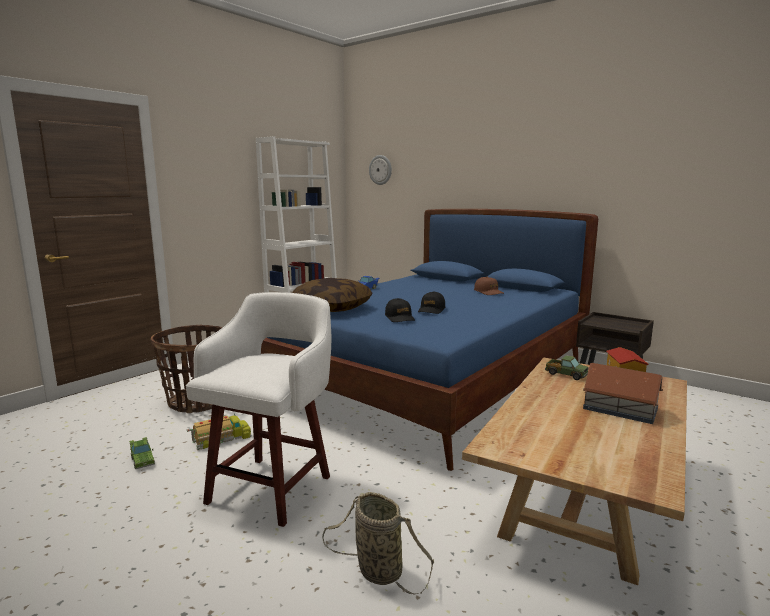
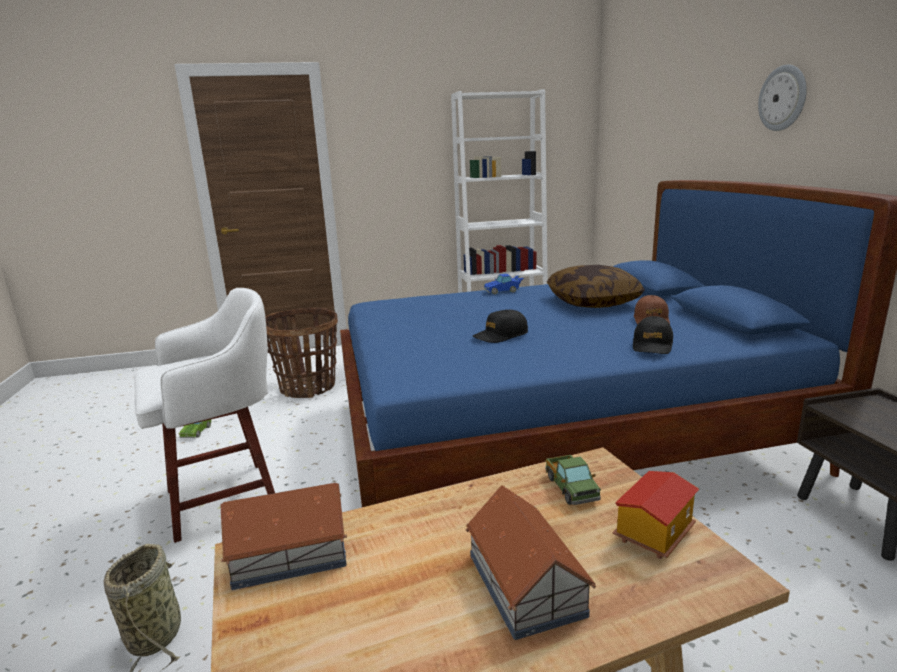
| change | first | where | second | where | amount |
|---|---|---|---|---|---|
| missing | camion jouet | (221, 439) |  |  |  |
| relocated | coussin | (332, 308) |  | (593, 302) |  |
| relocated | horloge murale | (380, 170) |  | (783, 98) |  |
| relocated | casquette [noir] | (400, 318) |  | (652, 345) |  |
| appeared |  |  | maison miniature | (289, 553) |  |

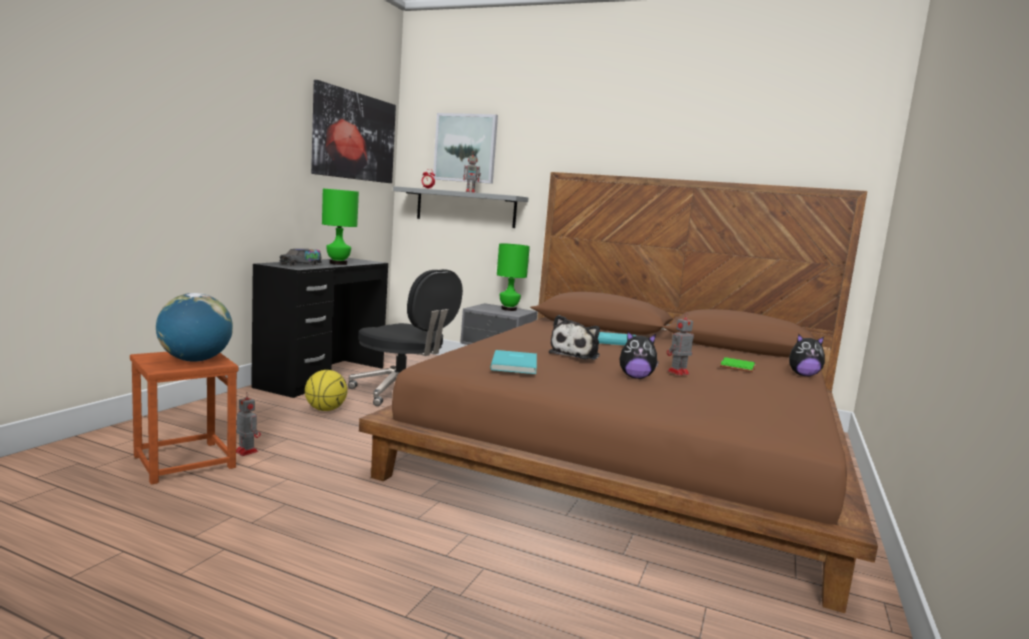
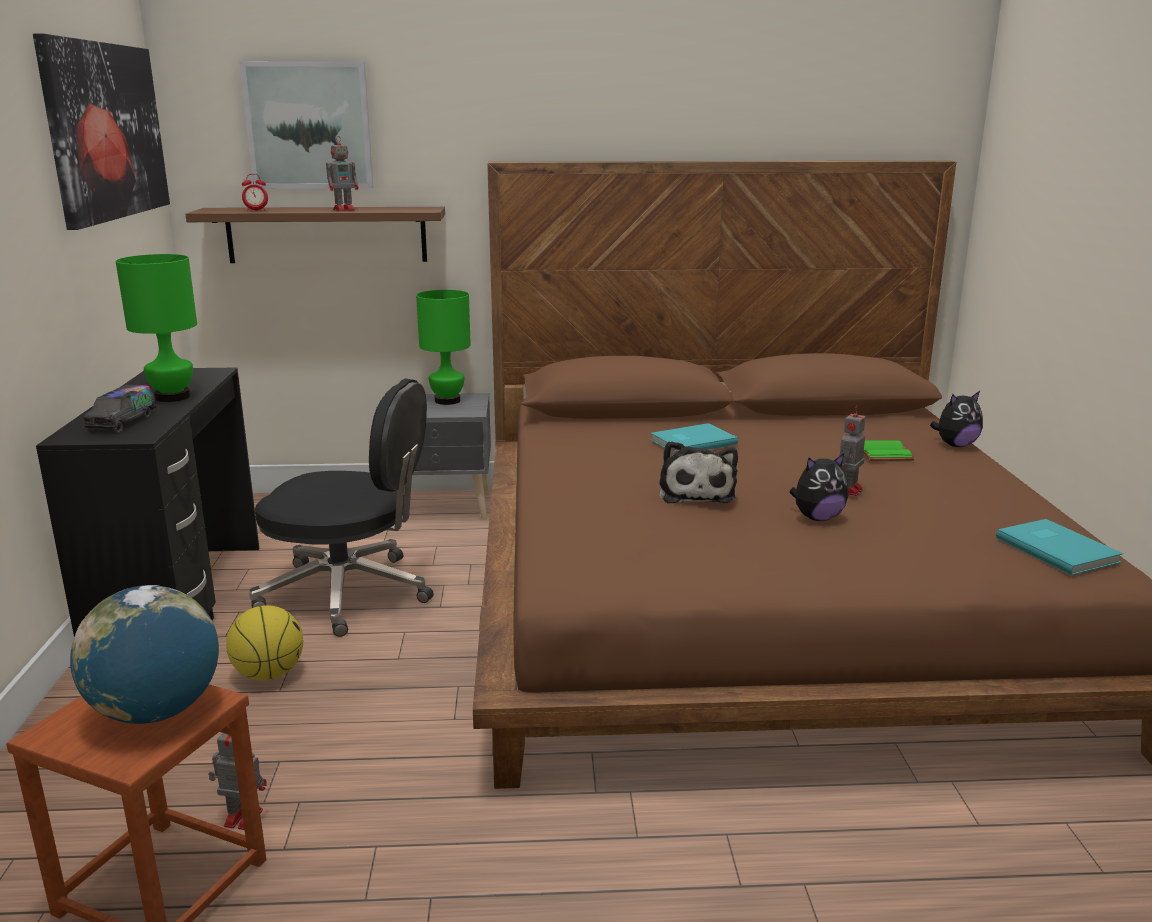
| change | first | where | second | where | amount |
|---|---|---|---|---|---|
| colour | étagère [gris] | (465, 208) | étagère [marron] | (327, 234) |  |
| relocated | livre [turquoise] | (516, 364) |  | (1057, 549) |  |

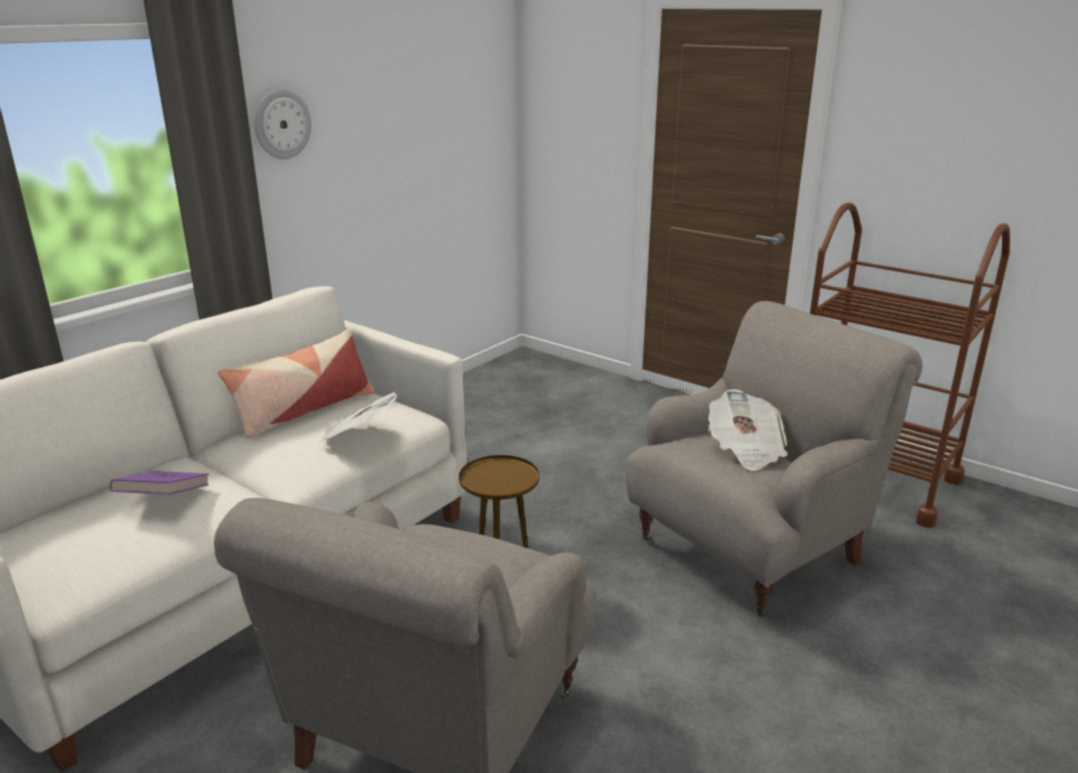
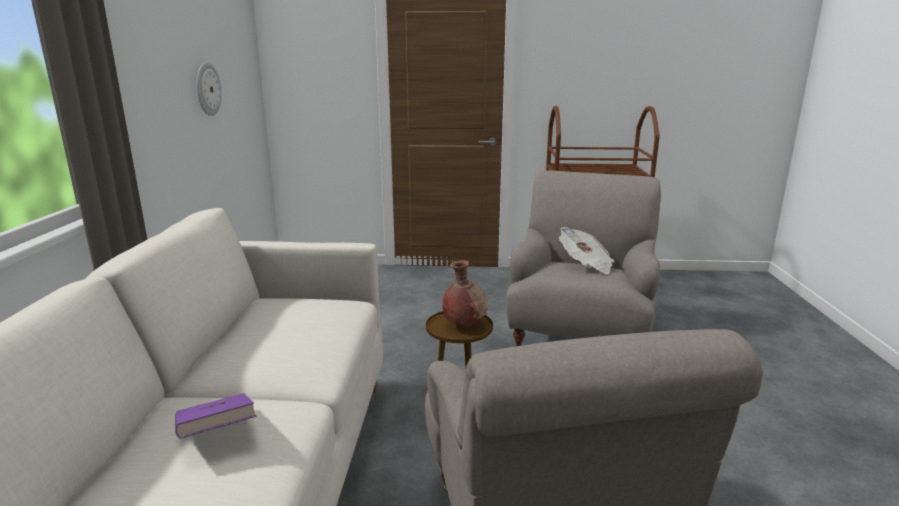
| change | first | where | second | where | amount |
|---|---|---|---|---|---|
| missing | coussin | (304, 411) |  |  |  |
| relocated | horloge murale | (282, 124) |  | (207, 89) |  |
| missing | journal | (359, 436) |  |  |  |
| appeared |  |  | vase [marron] | (464, 325) |  |

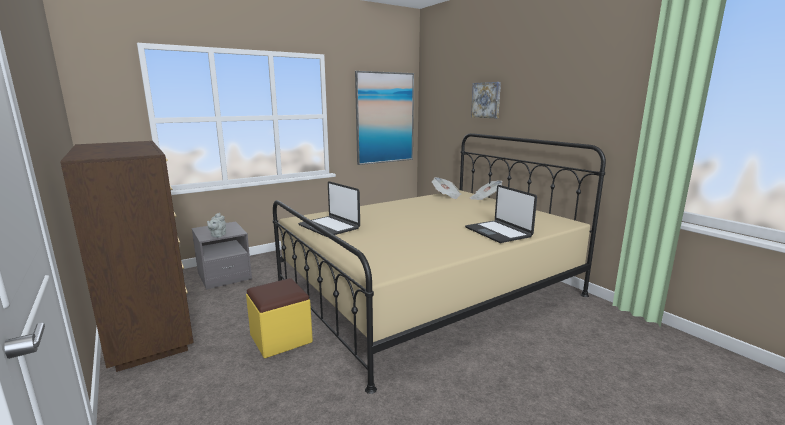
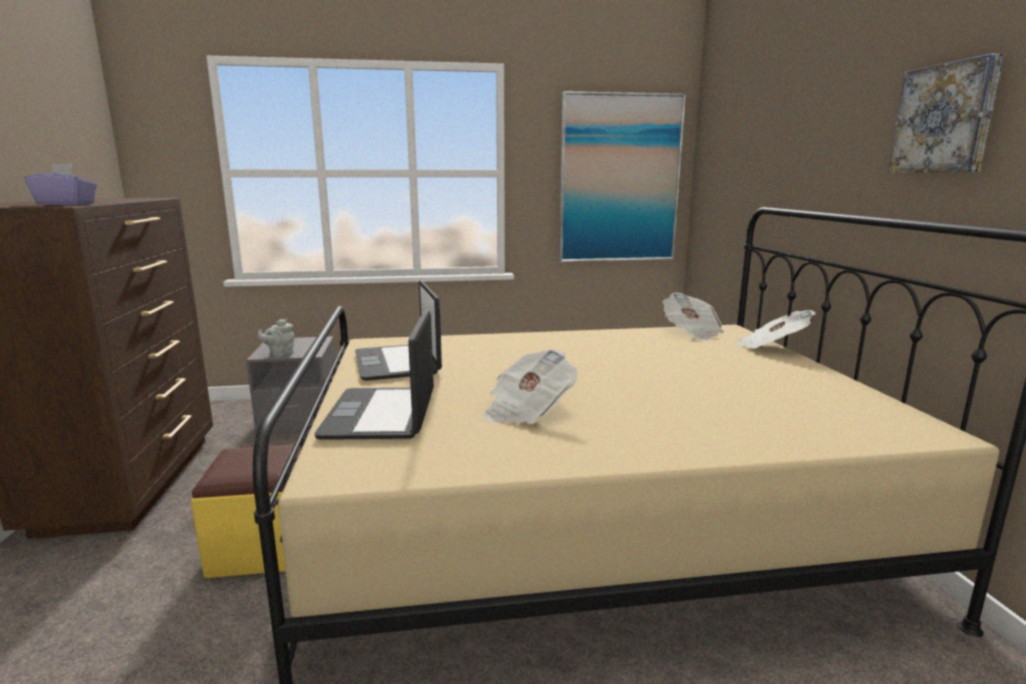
| change | first | where | second | where | amount |
|---|---|---|---|---|---|
| relocated | ordinateur portable | (498, 232) |  | (382, 415) |  |
| relocated | tableau | (486, 100) |  | (945, 119) |  |
| appeared |  |  | boîte à mouchoirs [violet] | (66, 204) |  |
| appeared |  |  | journal | (527, 410) |  |

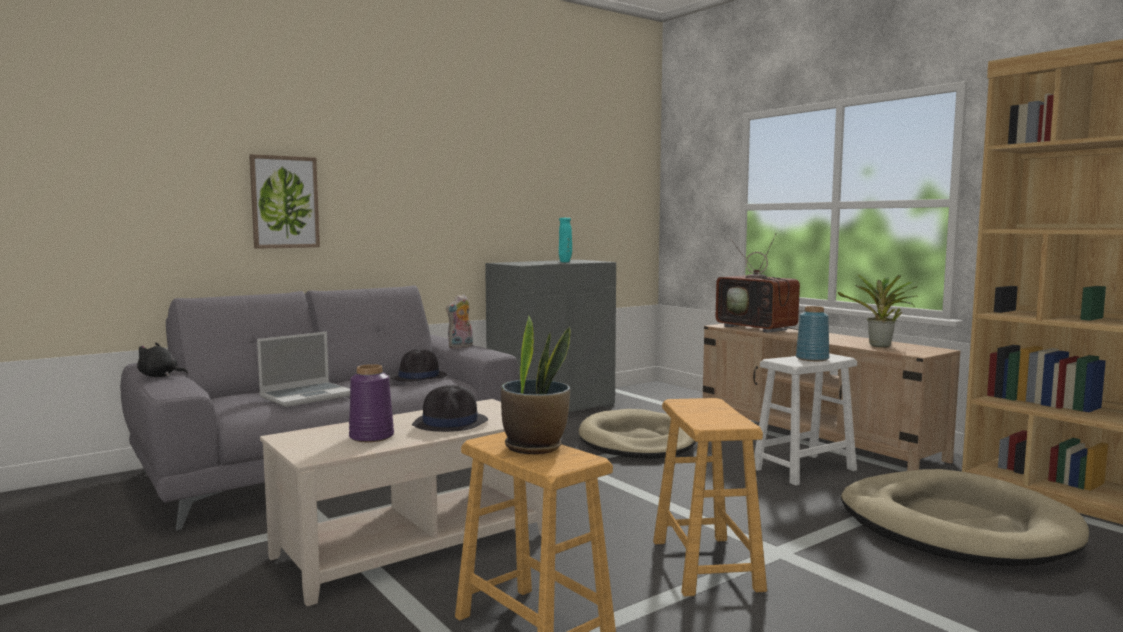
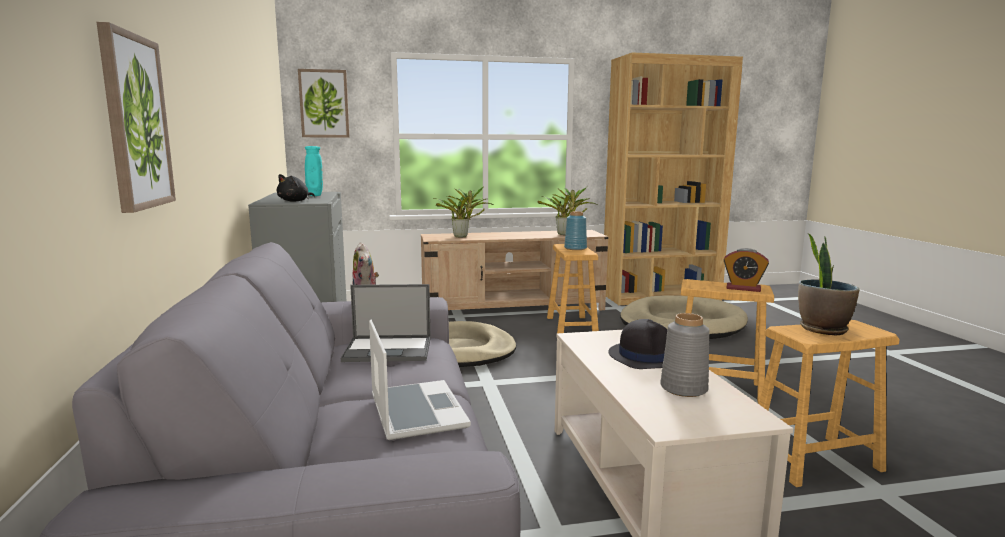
| change | first | where | second | where | amount |
|---|---|---|---|---|---|
| relocated | peluche [noir] | (160, 376) |  | (295, 201) |  |
| colour | vase [violet] | (372, 437) | vase [gris] | (683, 388) |  |
| exchanged | chapeau [noir] | (419, 377) | ordinateur portable | (389, 349) |  |
| exchanged | téléviseur | (759, 328) | plante en pot | (462, 236) |  |
| colour | tabouret [blanc] | (803, 469) | tabouret [marron] | (571, 326) |  |
| appeared |  |  | tableau | (324, 104) |  |
| appeared |  |  | réveil | (743, 288) |  |

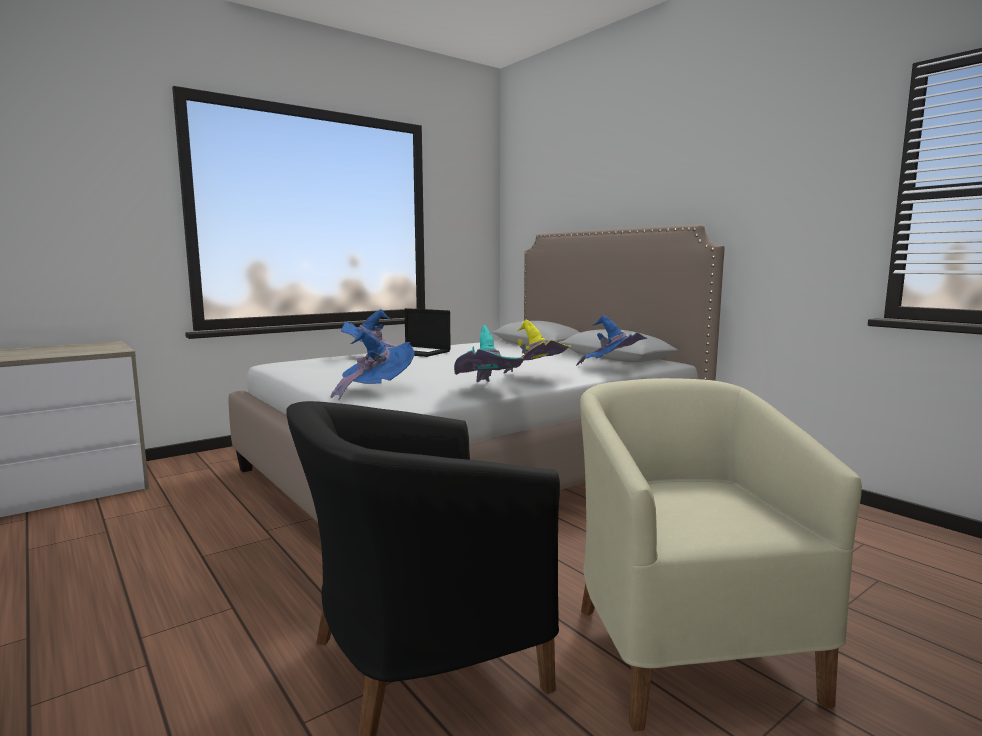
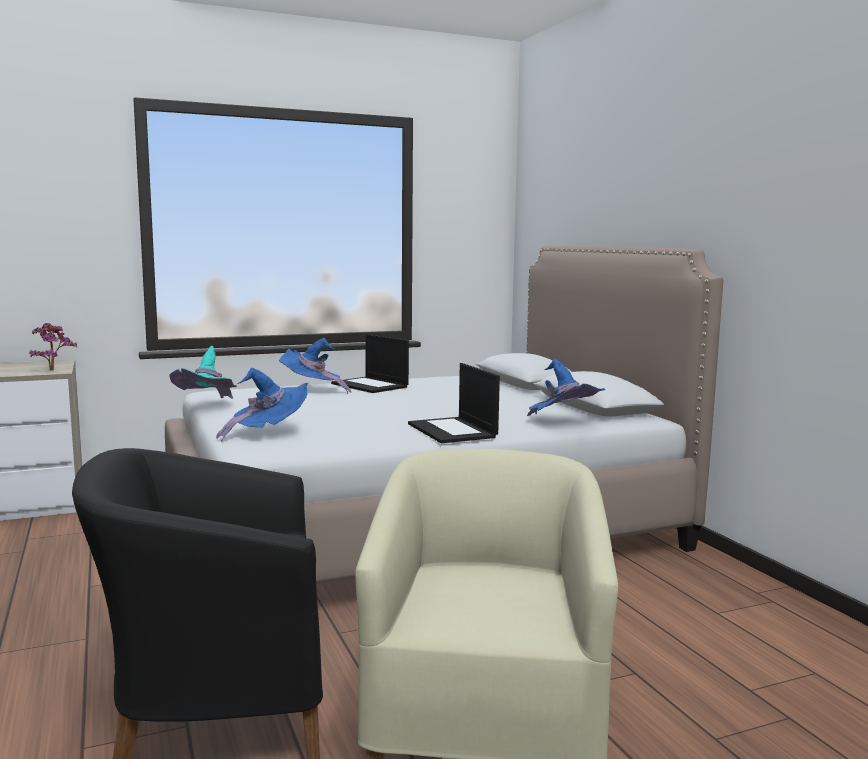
| change | first | where | second | where | amount |
|---|---|---|---|---|---|
| relocated | chapeau [turquoise] | (486, 391) |  | (208, 406) |  |
| exchanged | chapeau [jaune] | (535, 379) | ordinateur portable | (453, 431) |  |
| appeared |  |  | plante en pot | (53, 370) |  |

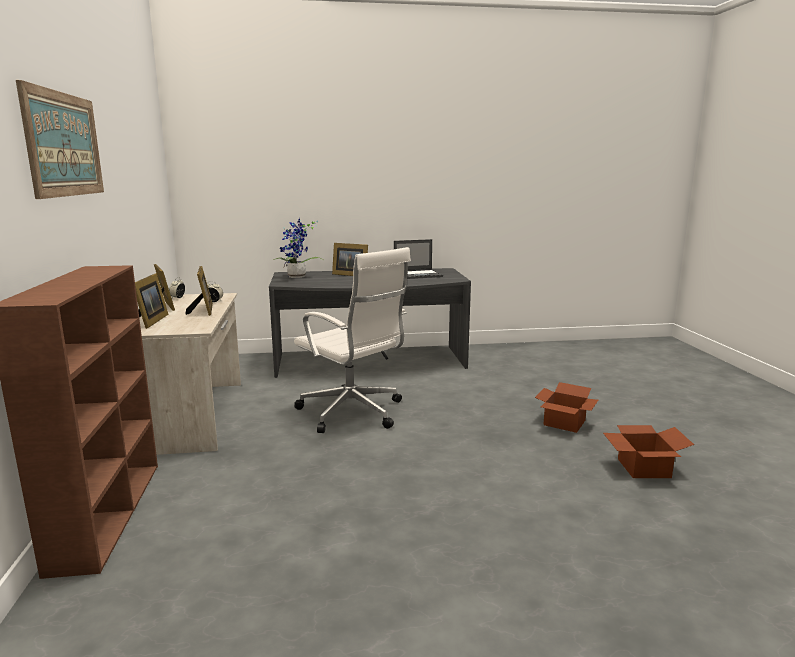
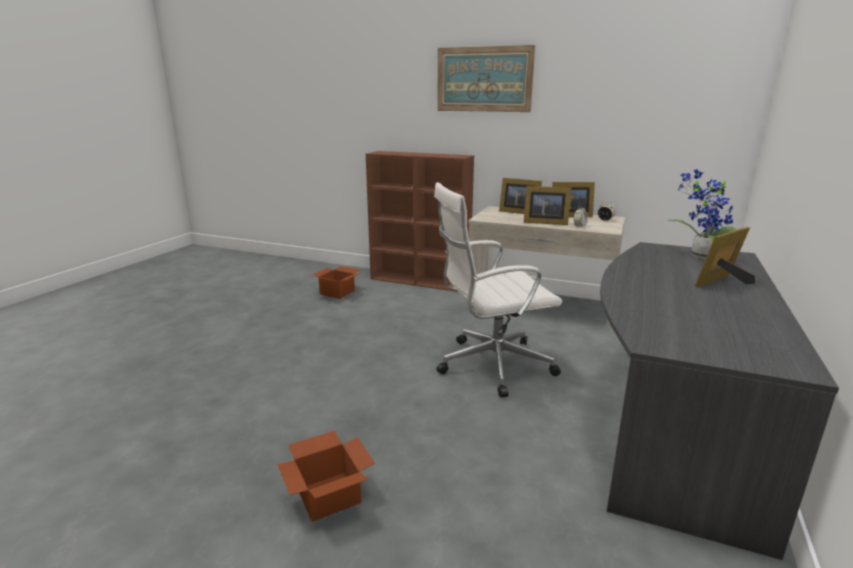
| change | first | where | second | where | amount |
|---|---|---|---|---|---|
| missing | ordinateur portable | (418, 275) |  |  |  |
| relocated | carton | (642, 467) |  | (338, 292) |  |

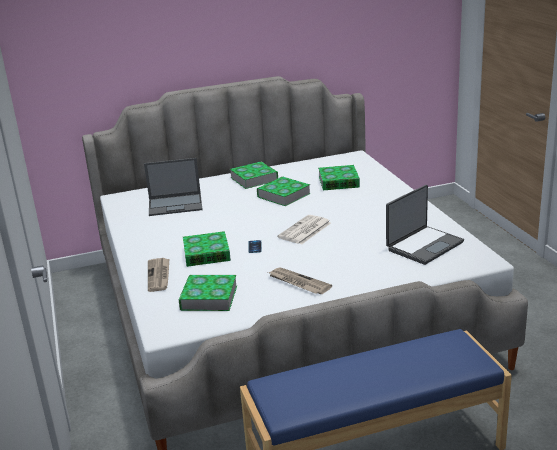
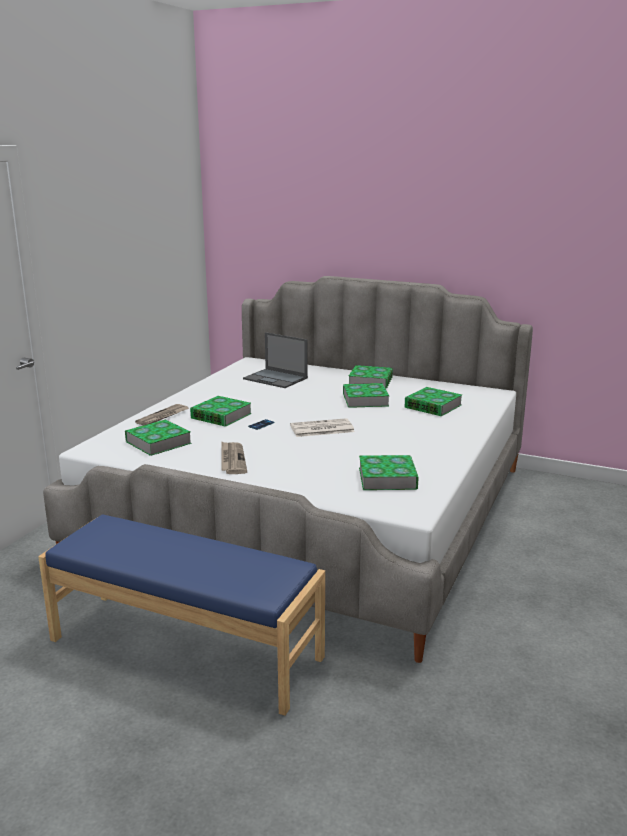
| change | first | where | second | where | amount |
|---|---|---|---|---|---|
| exchanged | ordinateur portable | (424, 246) | livre | (387, 478) |  |

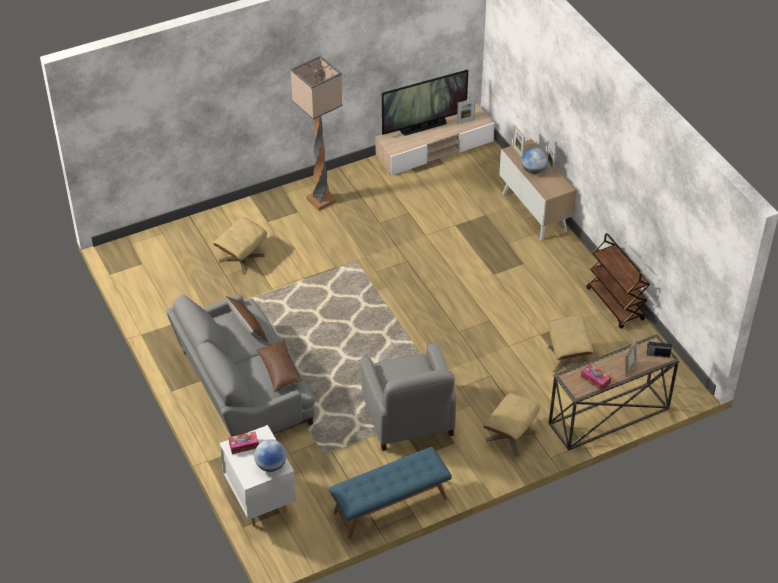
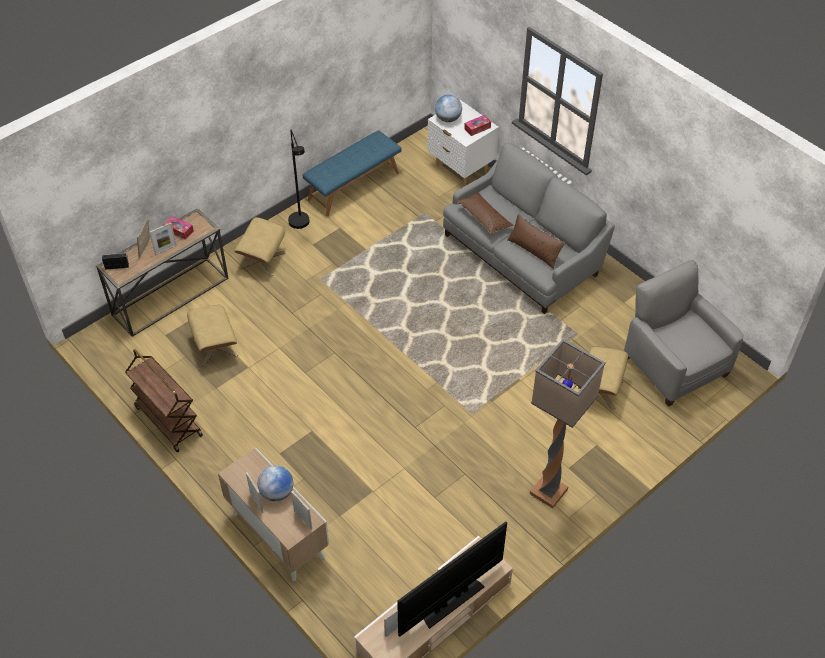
| change | first | where | second | where | amount |
|---|---|---|---|---|---|
| relocated | fauteuil [gris] | (408, 417) |  | (674, 365) |  |
| appeared |  |  | cadre photo | (165, 250) |  |
| appeared |  |  | lampadaire [noir] | (301, 225) |  |

